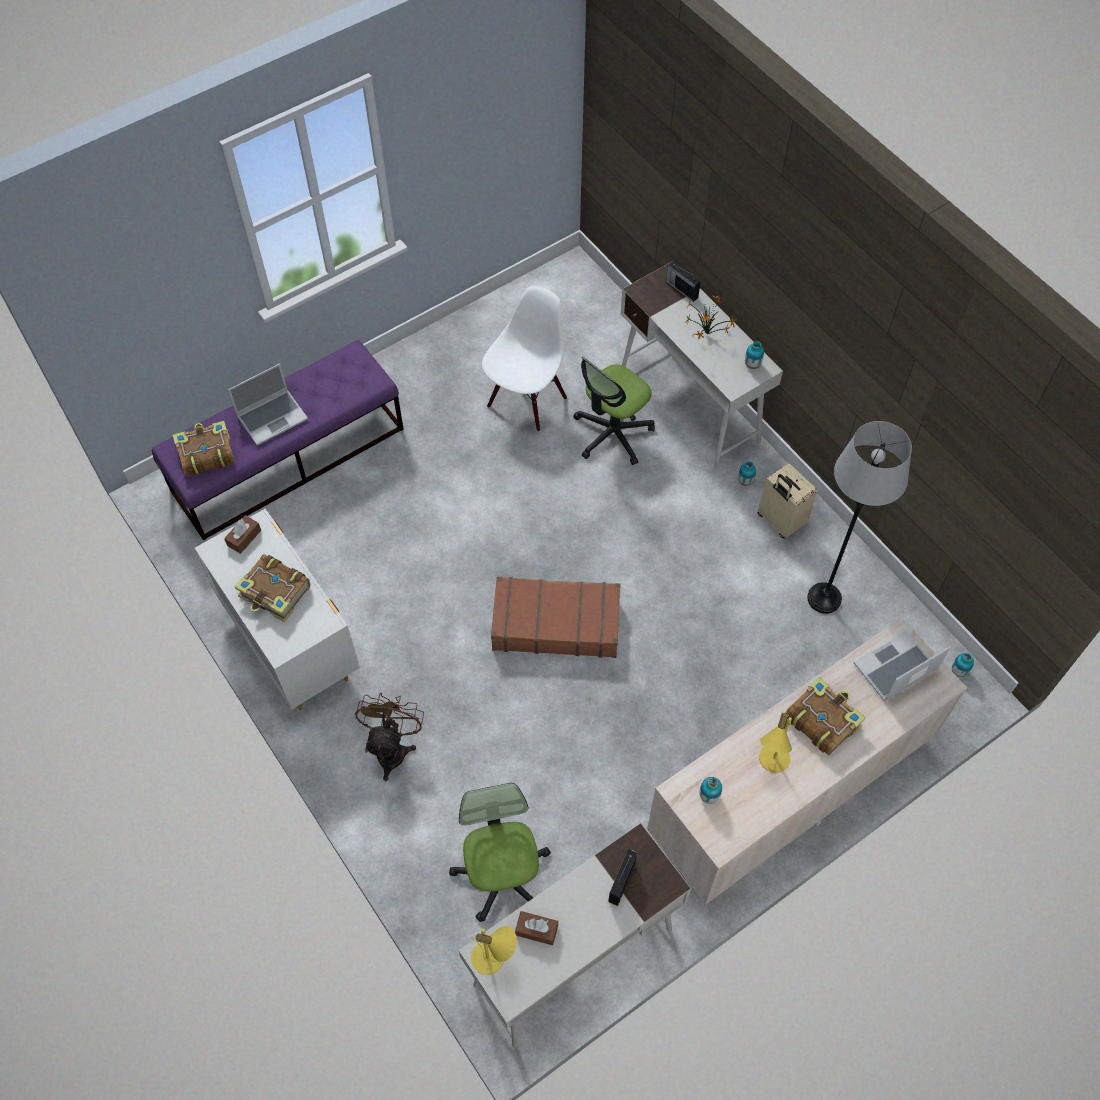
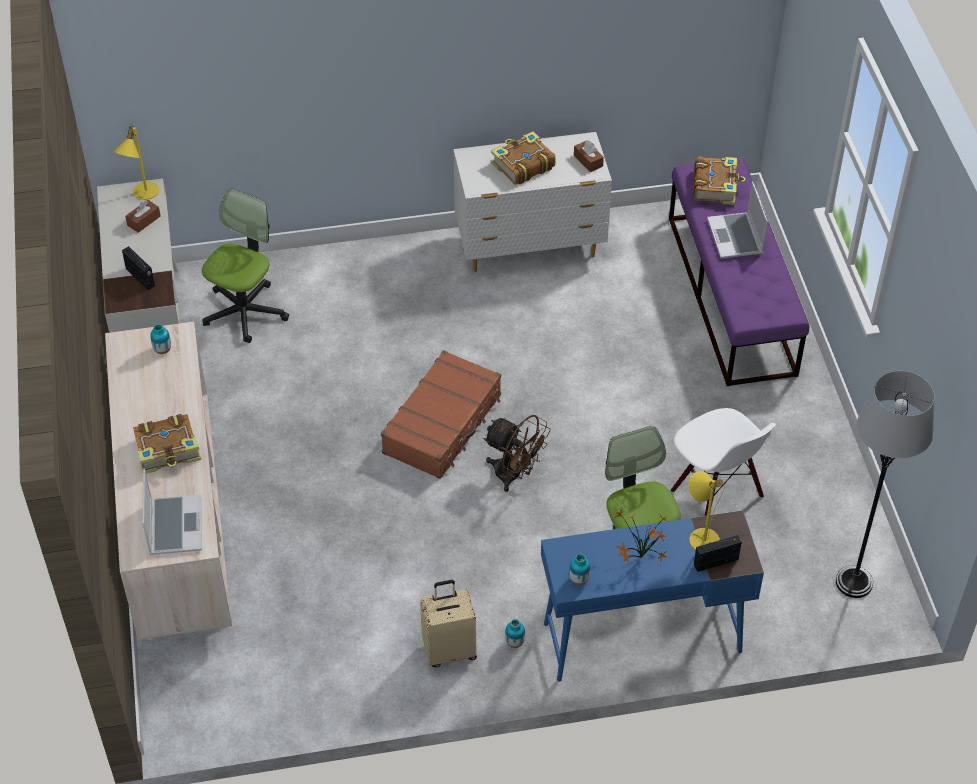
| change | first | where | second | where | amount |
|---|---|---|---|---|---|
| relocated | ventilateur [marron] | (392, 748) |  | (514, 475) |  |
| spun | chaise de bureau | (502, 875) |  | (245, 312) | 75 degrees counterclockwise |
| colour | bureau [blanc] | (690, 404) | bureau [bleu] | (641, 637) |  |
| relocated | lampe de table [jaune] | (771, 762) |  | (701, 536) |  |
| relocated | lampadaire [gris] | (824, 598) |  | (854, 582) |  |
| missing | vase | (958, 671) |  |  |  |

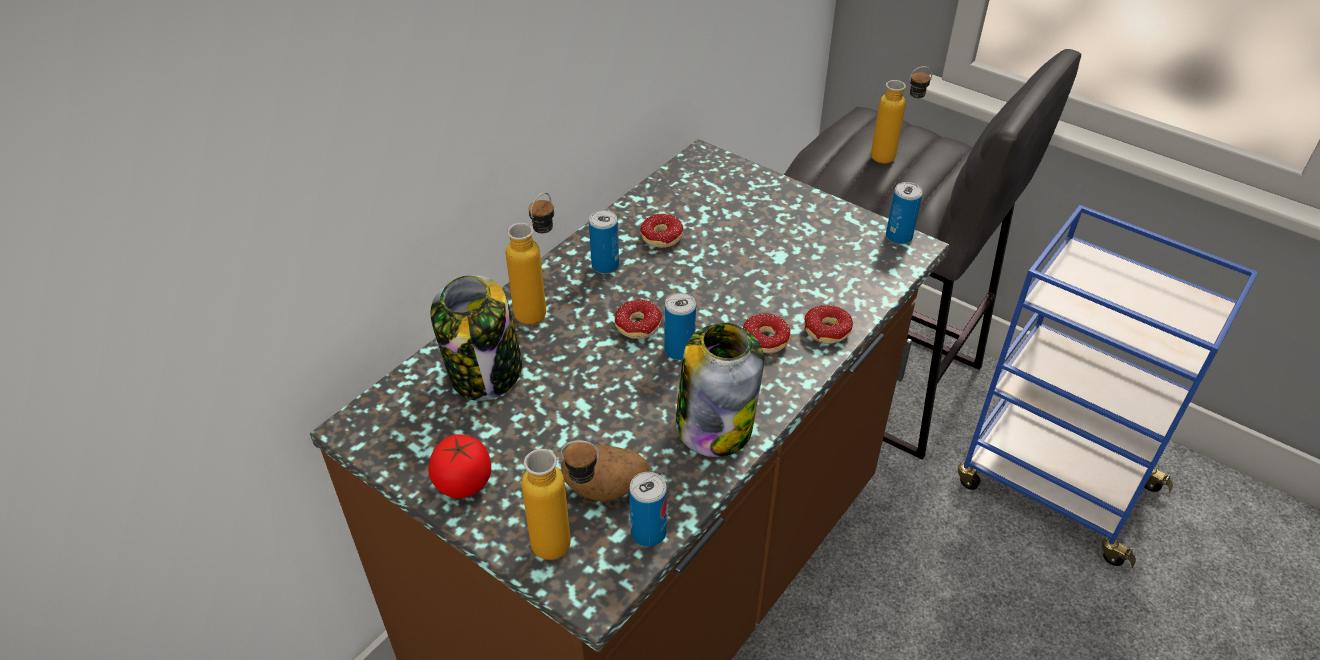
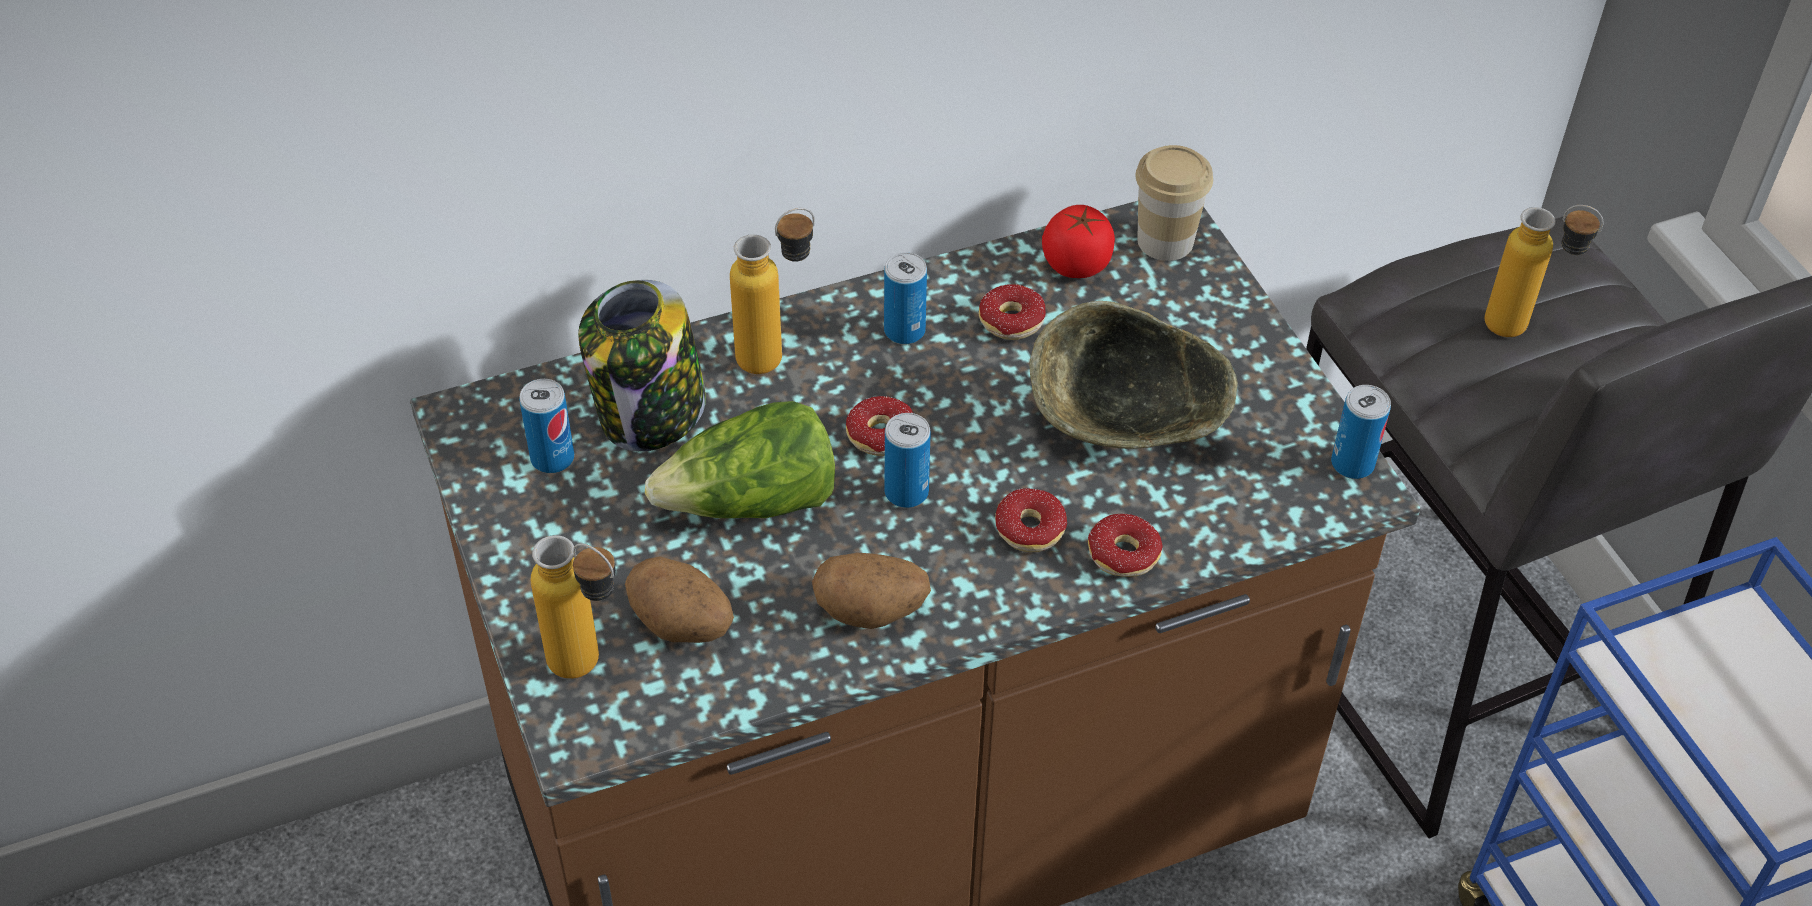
| change | first | where | second | where | amount |
|---|---|---|---|---|---|
| relocated | tomate | (463, 482) |  | (1076, 264) |  |
| relocated | boîte métallique | (648, 533) |  | (552, 458) |  |
| exchanged | bocal | (714, 425) | pomme de terre | (871, 610) |  |
| appeared |  |  | laitue | (752, 503) |  |
| appeared |  |  | bol | (1123, 428) |  |
| appeared |  |  | tasse | (1165, 241) |  |

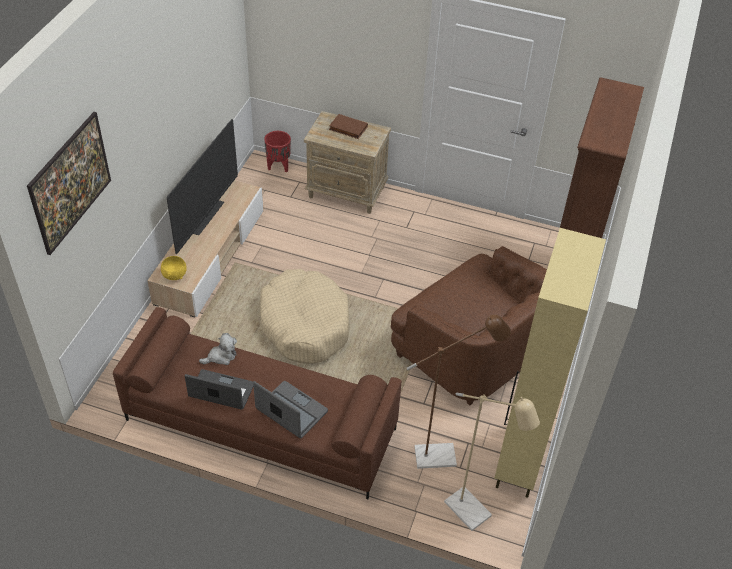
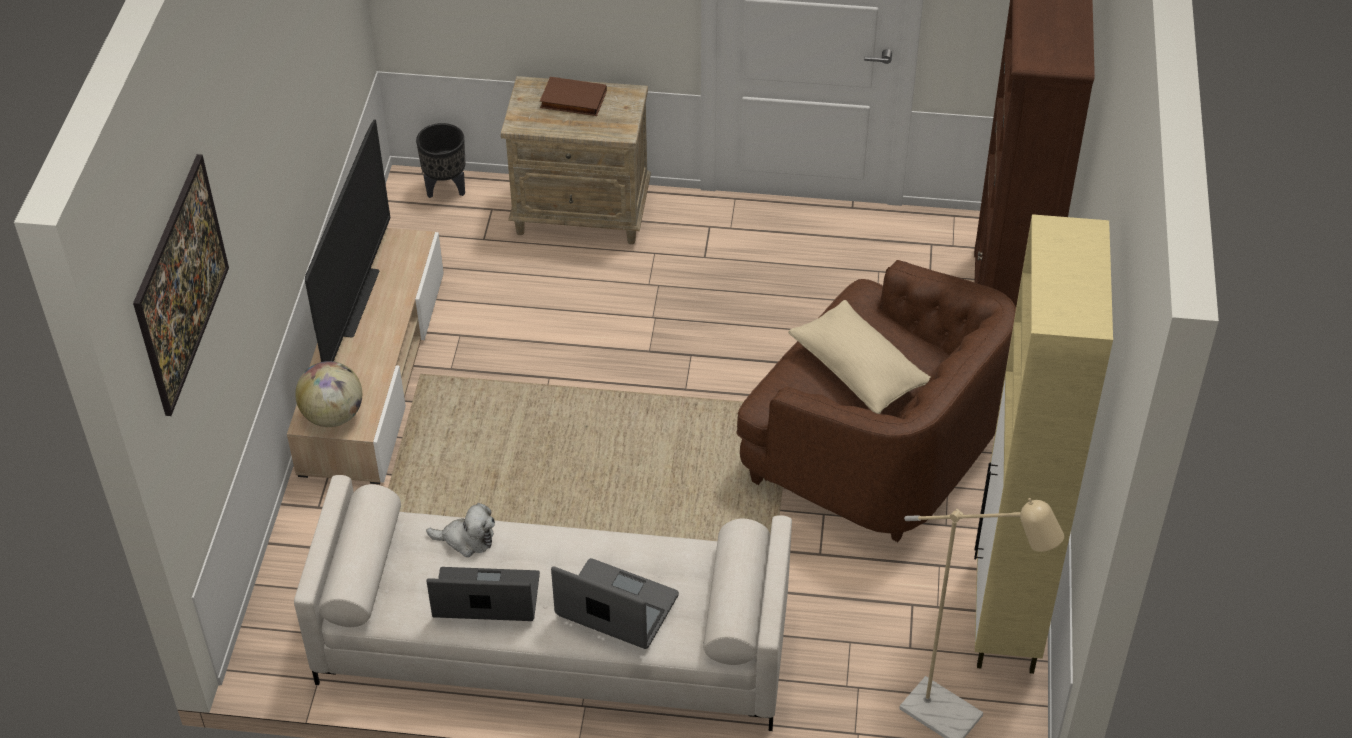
| change | first | where | second | where | amount |
|---|---|---|---|---|---|
| colour | canapé [marron] | (260, 425) | canapé [blanc] | (552, 645) |  |
| exchanged | bol [jaune] | (175, 275) | globe | (333, 415) |  |
| spun | peluche | (221, 356) |  | (467, 539) | 45 degrees clockwise |
| missing | panier pour chien [beige] | (304, 324) |  |  |  |
| colour | cache-pot [rouge] | (278, 167) | cache-pot [noir] | (446, 188) |  |
| missing | lampadaire [marron] | (443, 455) |  |  |  |
| appeared |  |  | coussin [beige] | (859, 370) |  |

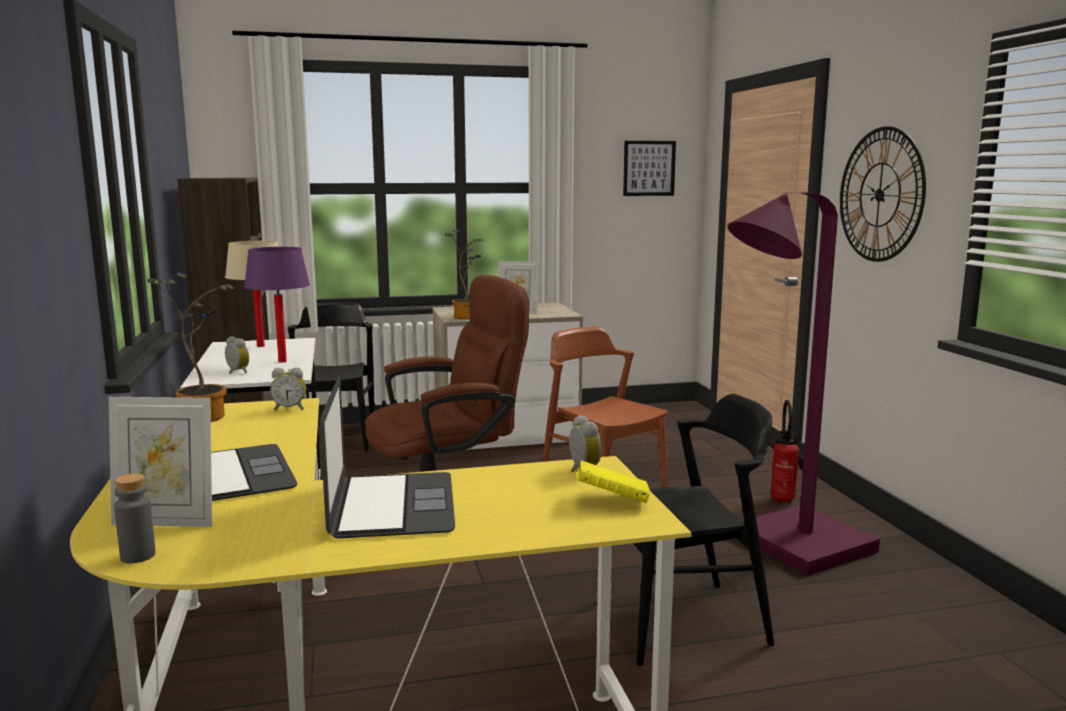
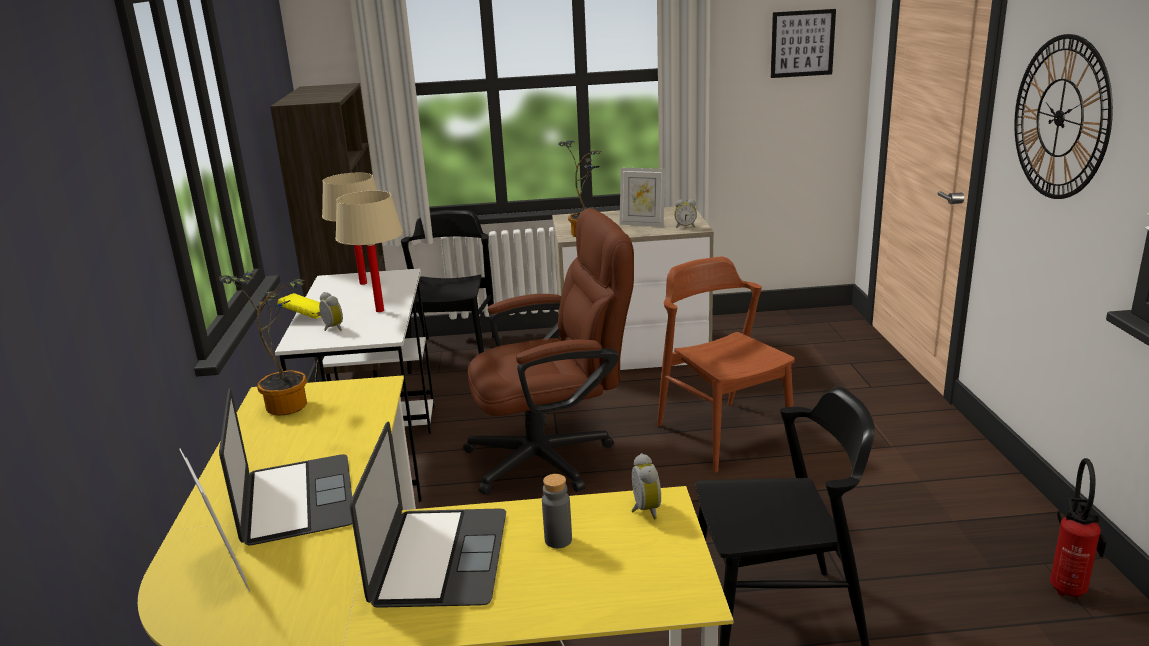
| change | first | where | second | where | amount |
|---|---|---|---|---|---|
| spun | cadre photo | (166, 521) |  | (226, 569) | 135 degrees counterclockwise |
| relocated | bouteille [gris] | (138, 556) |  | (558, 540) |  |
| colour | lampe de table [violet] | (282, 361) | lampe de table [beige] | (379, 310) |  |
| relocated | réveil | (290, 408) |  | (685, 226) |  |
| relocated | livre [jaune] | (612, 500) |  | (306, 317) |  |
| missing | lampadaire [violet] | (789, 548) |  |  |  |
| relocated | extincteur | (783, 498) |  | (1068, 587) |  |

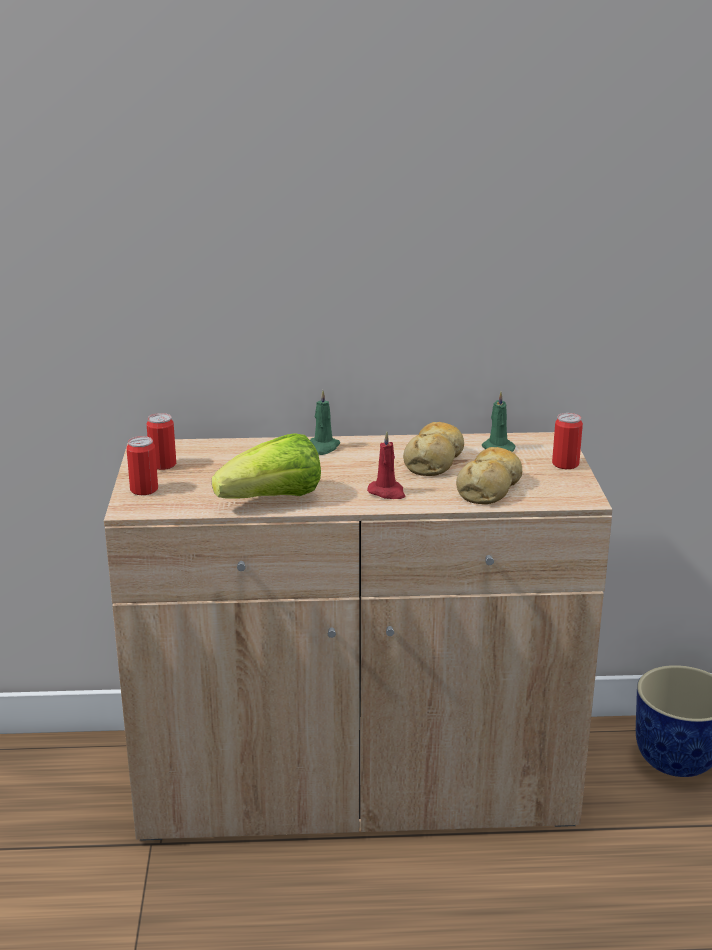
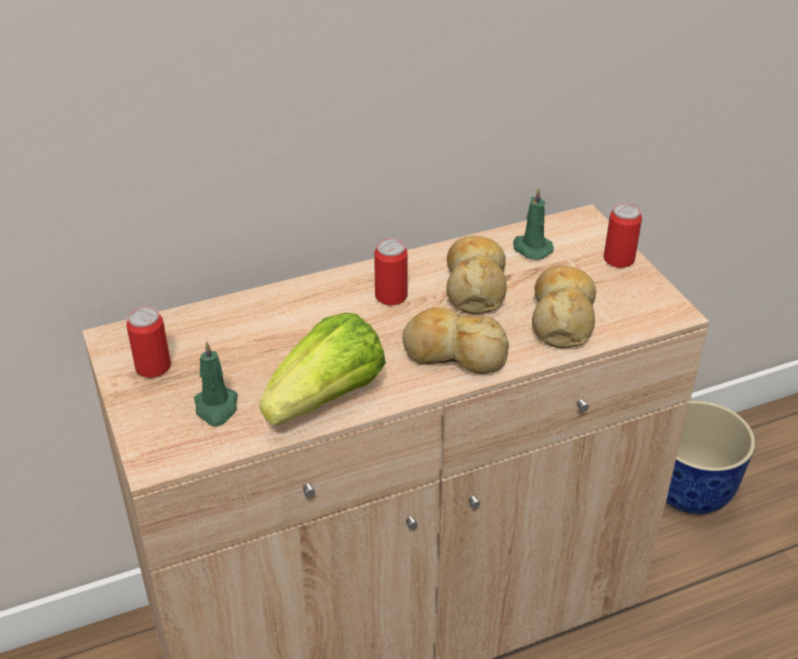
| change | first | where | second | where | amount |
|---|---|---|---|---|---|
| relocated | boîte métallique | (144, 489) |  | (391, 296) |  |
| relocated | bougie [vert] | (323, 447) |  | (216, 408) |  |
| exchanged | bougie [rouge] | (387, 492) | pain | (454, 353) |  |

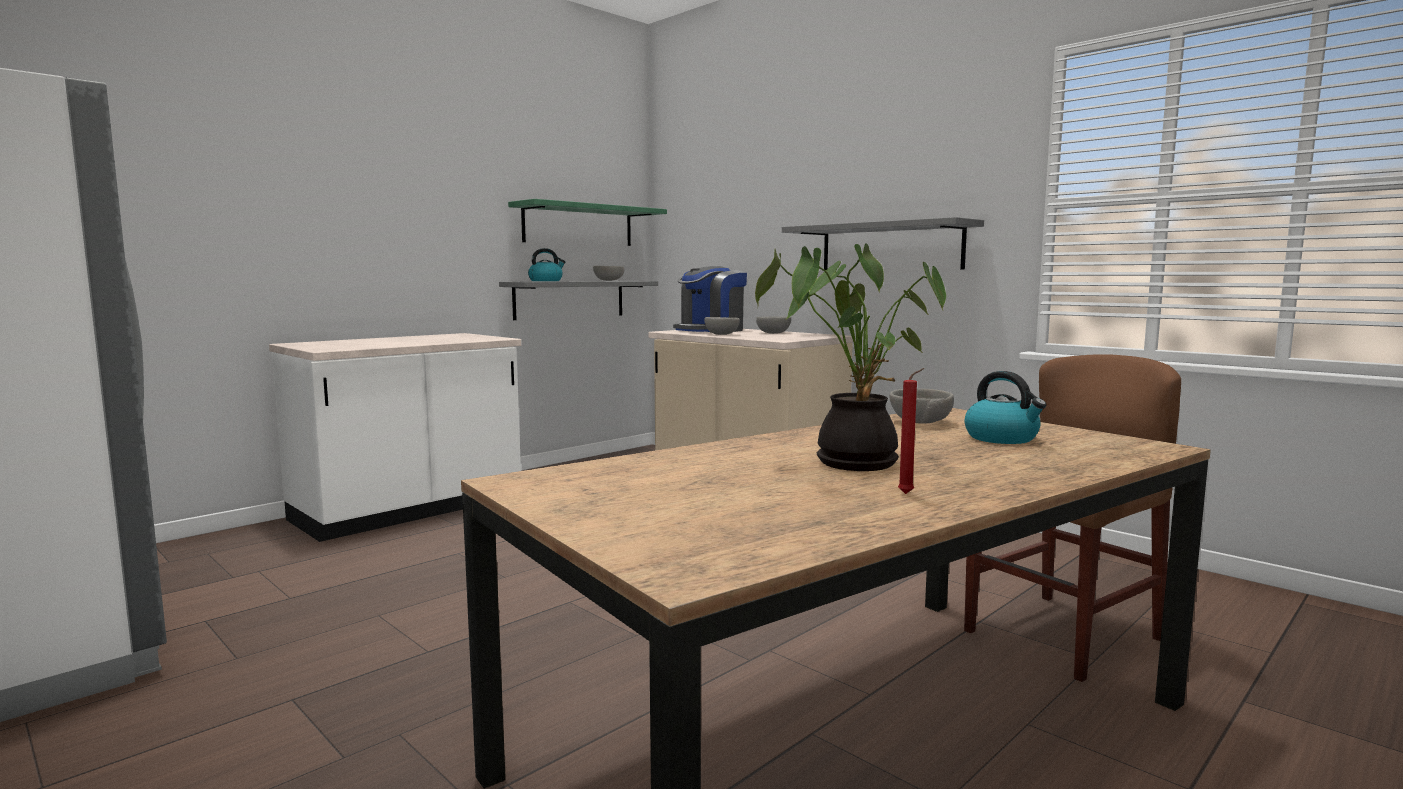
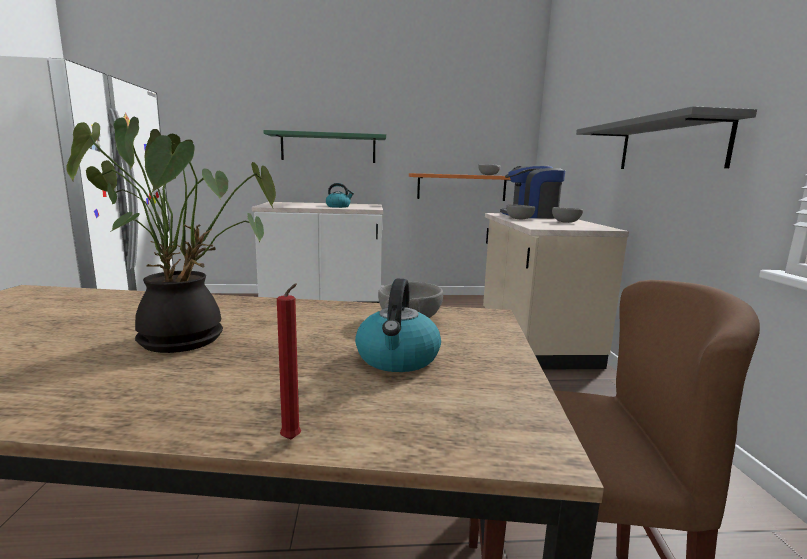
| change | first | where | second | where | amount |
|---|---|---|---|---|---|
| colour | étagère [gris] | (569, 299) | étagère [orange] | (461, 187) |  |
| relocated | étagère [vert] | (578, 225) |  | (328, 148) |  |
| relocated | bouilloire | (546, 281) |  | (338, 206) |  |
| relocated | bougie [rouge] | (908, 494) |  | (292, 441) |  |

